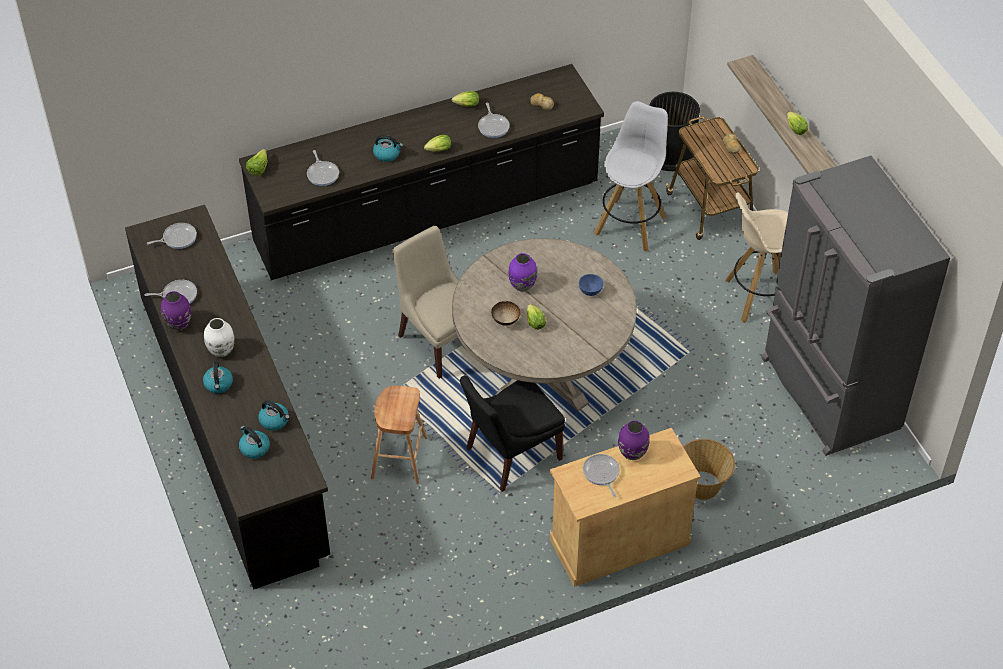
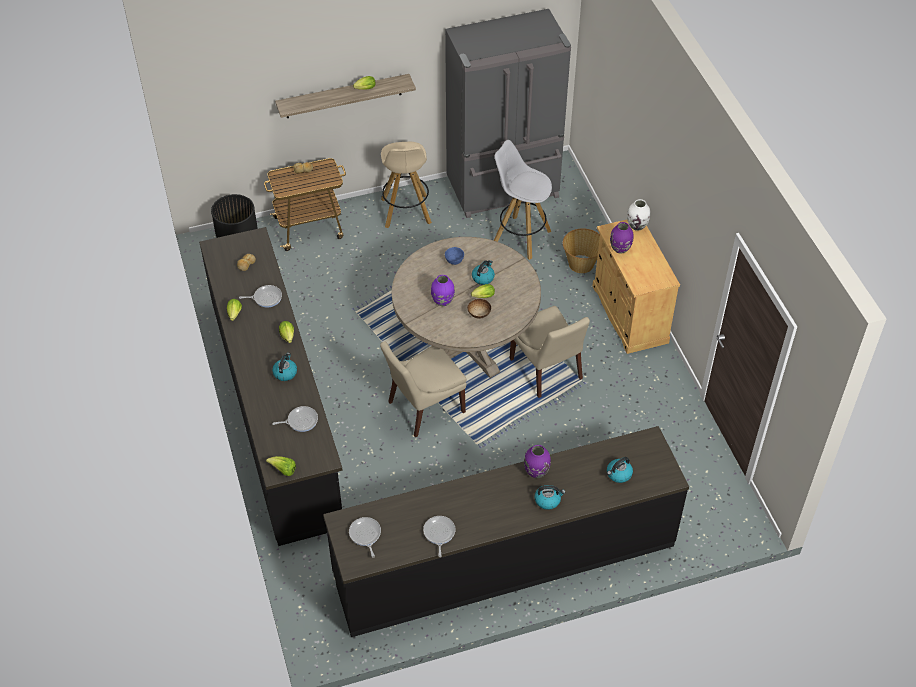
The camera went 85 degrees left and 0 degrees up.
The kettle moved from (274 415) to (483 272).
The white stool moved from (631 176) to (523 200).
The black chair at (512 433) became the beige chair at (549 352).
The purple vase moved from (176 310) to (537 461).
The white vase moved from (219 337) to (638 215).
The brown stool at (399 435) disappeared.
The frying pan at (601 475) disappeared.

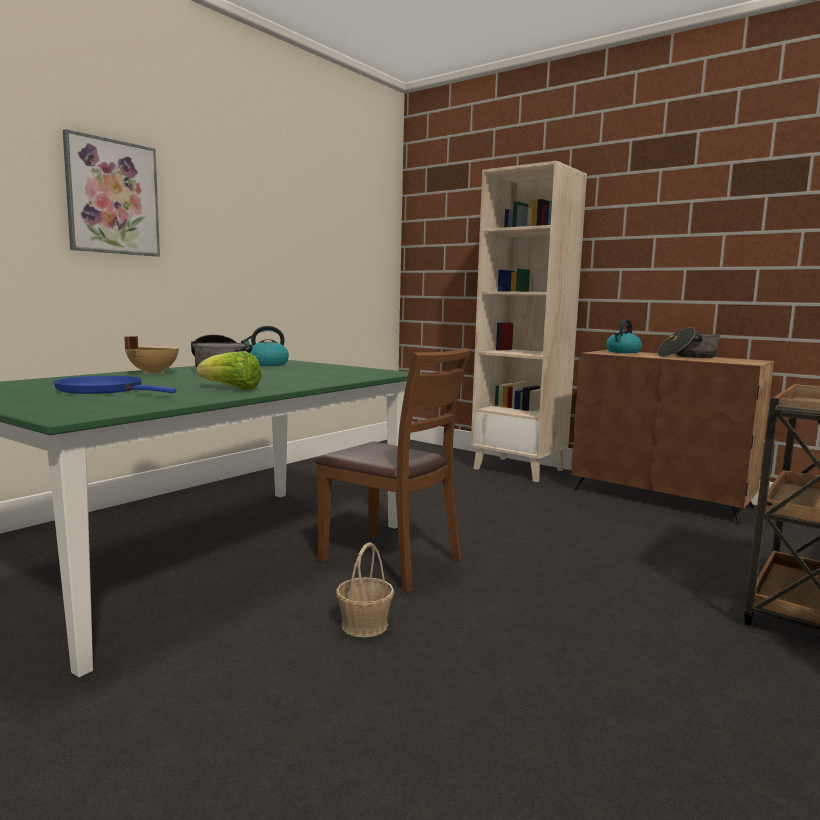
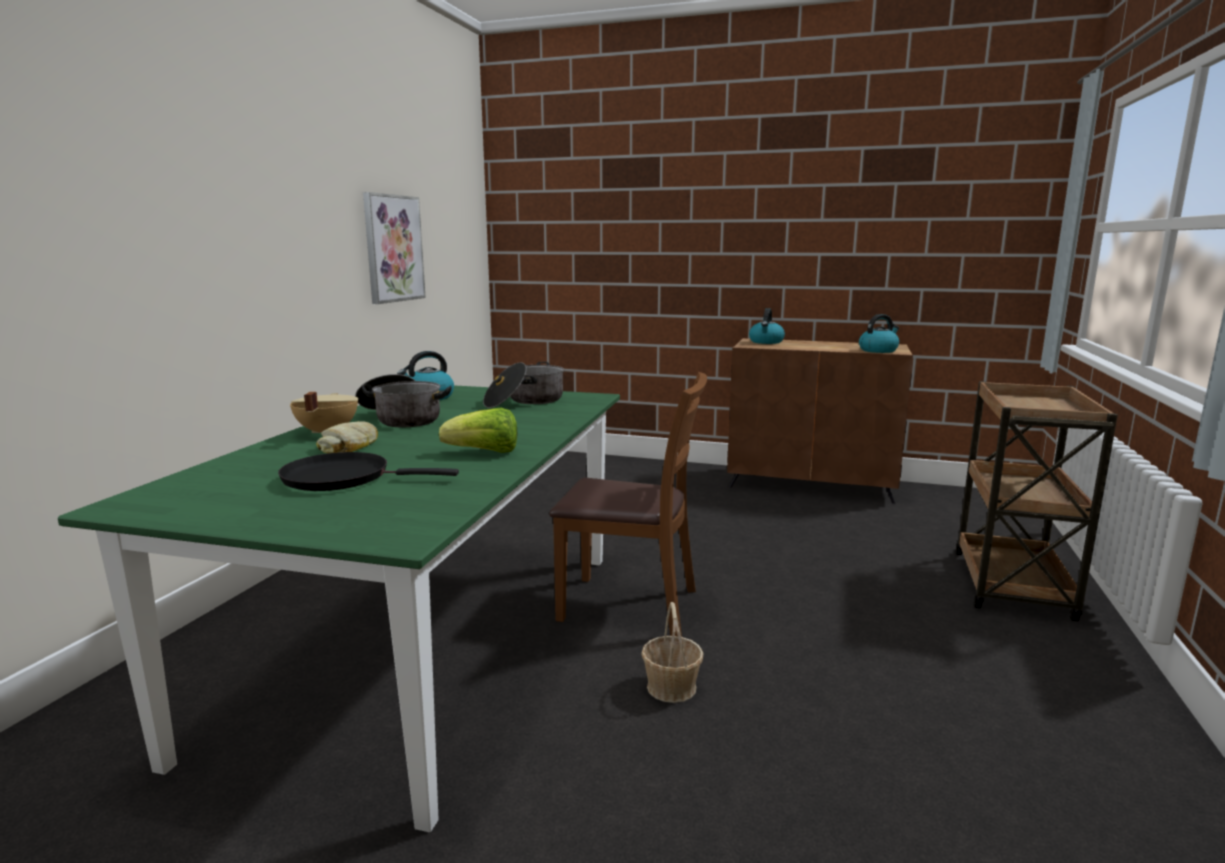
The camera went 20 degrees left and 5 degrees up.
The blue frying pan at (115 385) became the black frying pan at (368 471).
The bread at (347 437) appeared.
The picture moved from (111 193) to (394 248).
The cooking pot moved from (689 342) to (523 385).
The kettle at (879 333) appeared.
The beige bookcase at (529 321) disappeared.

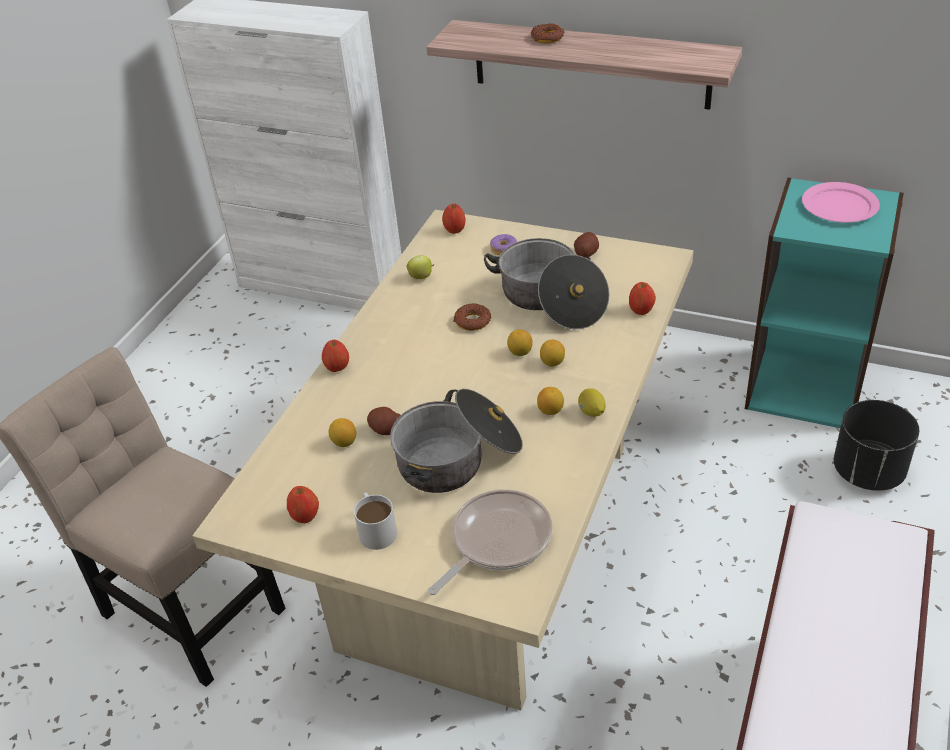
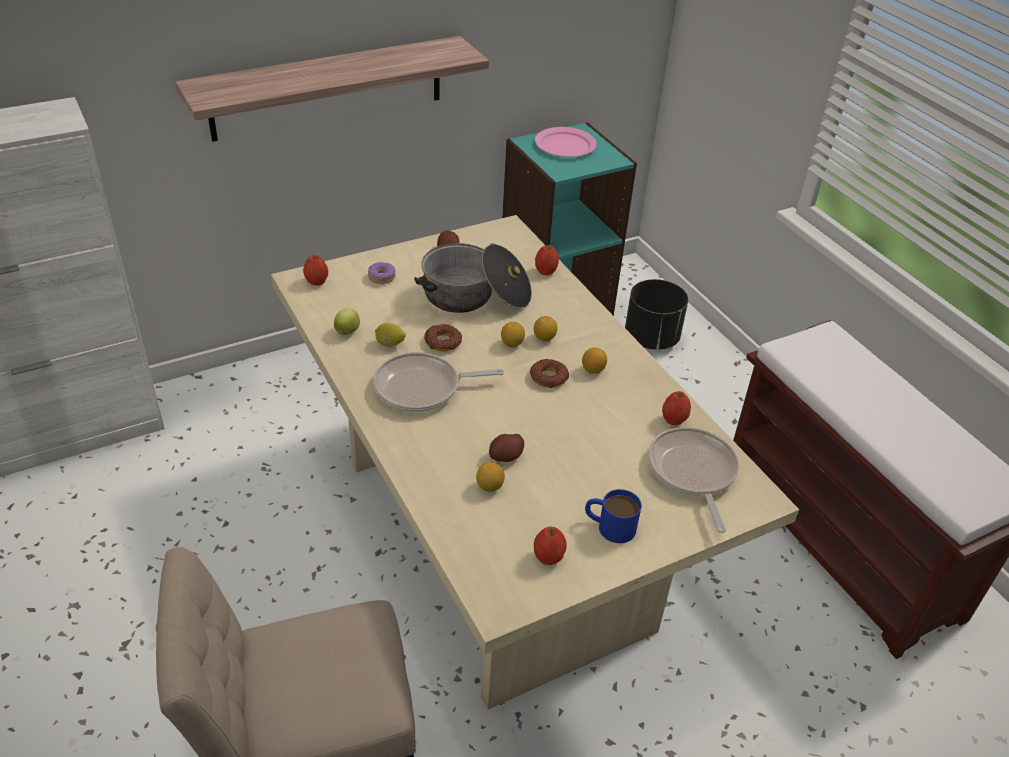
The camera went 55 degrees left and 0 degrees up.
The frying pan at (438 382) appeared.
The lemon moved from (591 402) to (390 335).
The donut moved from (547 33) to (549 373).
The white mug at (375 521) became the blue mug at (613 516).
The apple moved from (335 356) to (676 408).
The cooking pot at (456 441) disappeared.

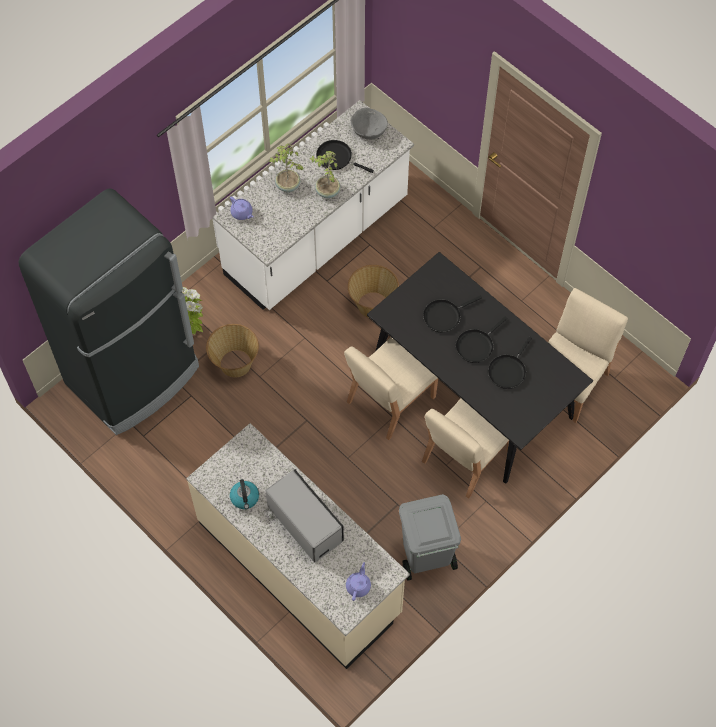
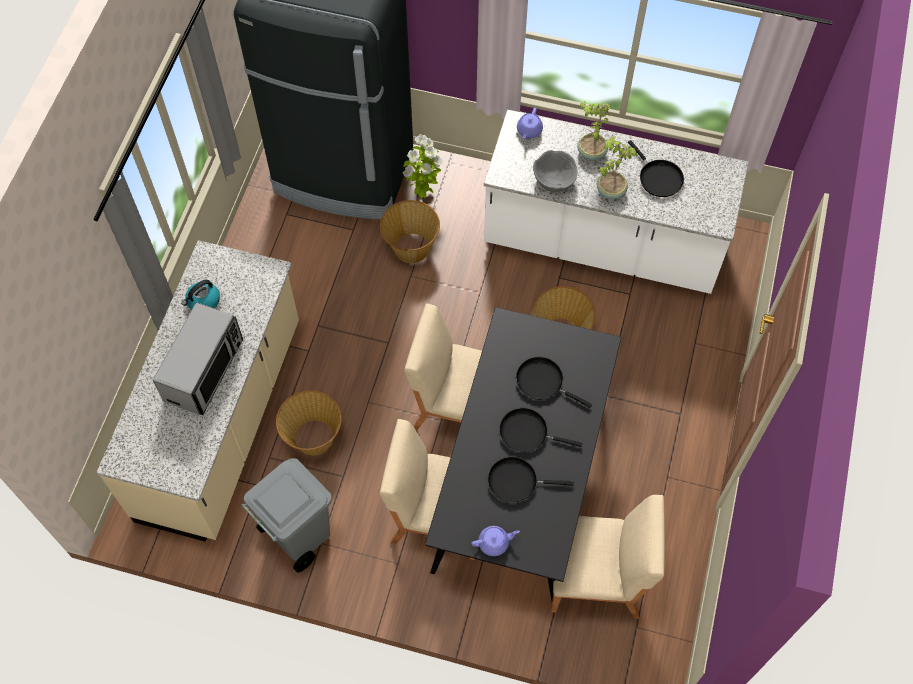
The camera went 60 degrees right and 0 degrees up.
The basket at (309 422) appeared.
The purple teapot moved from (358 581) to (495 541).
The grey bowl moved from (369 124) to (555 171).
The black frying pan at (345 156) turned 150 degrees clockwise.

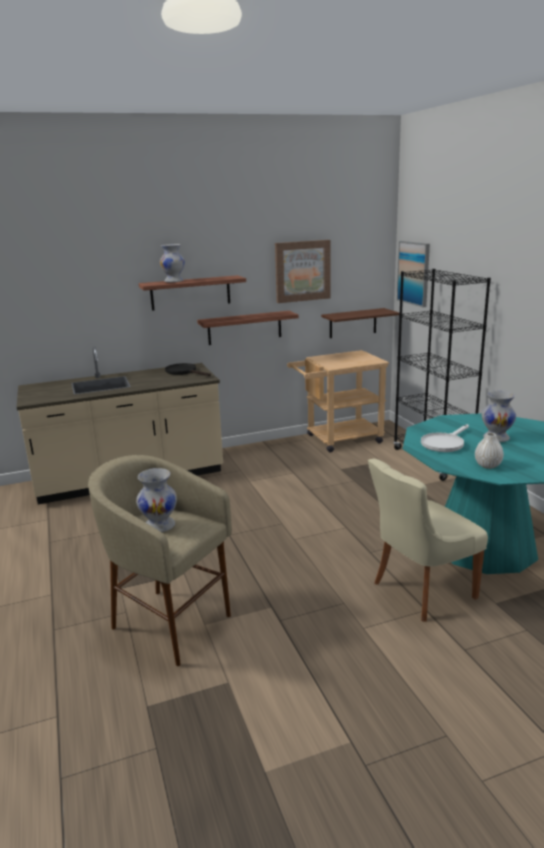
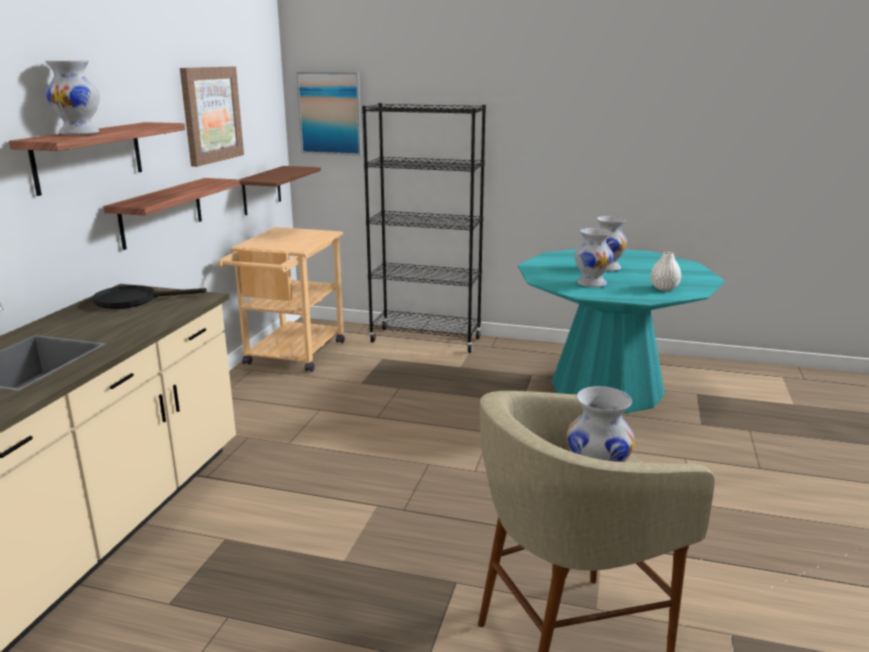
The camera went 55 degrees left and 0 degrees up.
The white frying pan at (445 438) was replaced by the white vase at (594 257).
The beige chair at (428 540) disappeared.

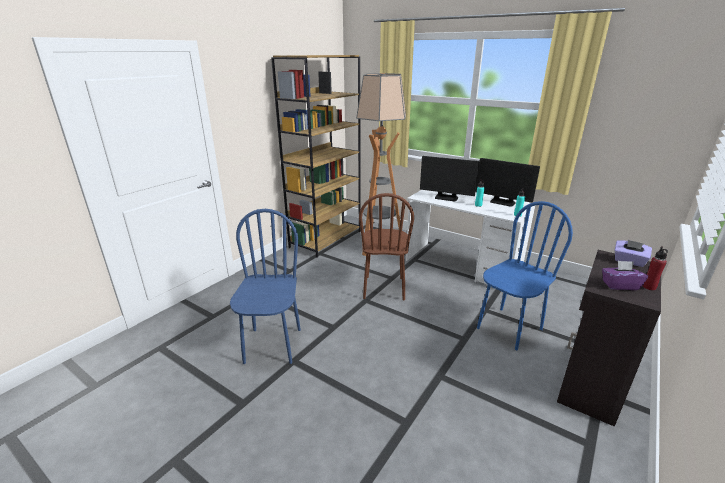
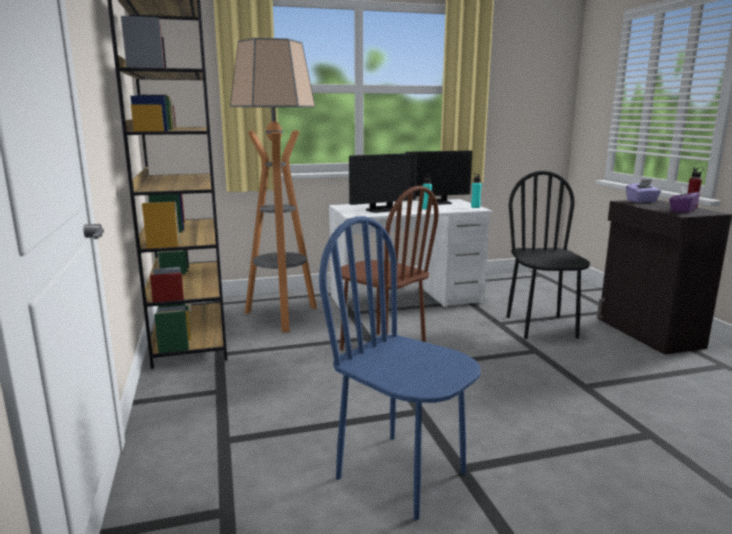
The camera went 50 degrees left and 10 degrees down.
The blue chair at (525 275) became the black chair at (548 255).

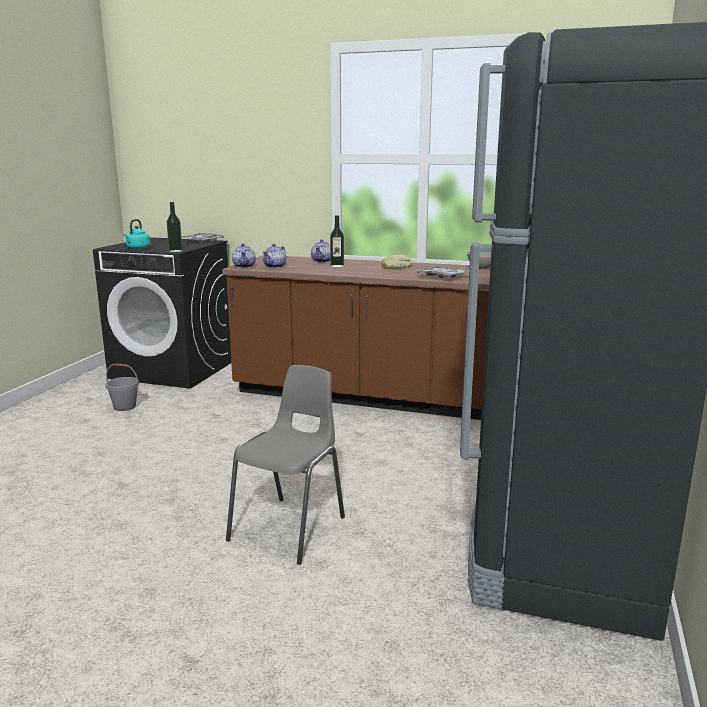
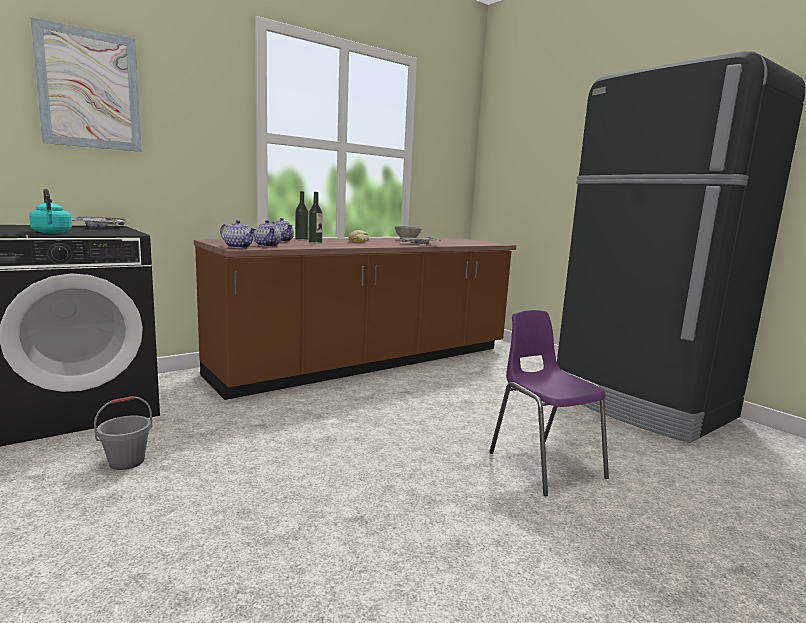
The camera went 55 degrees left and 5 degrees down.
The picture at (86 84) appeared.
The bottle moved from (174 227) to (302 216).
The grey chair at (285 465) became the purple chair at (549 403).

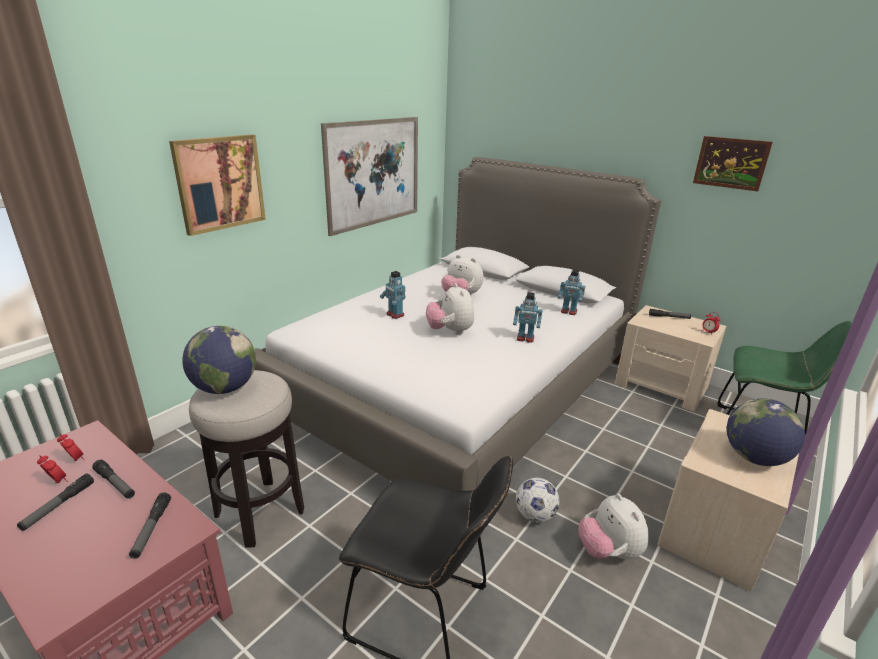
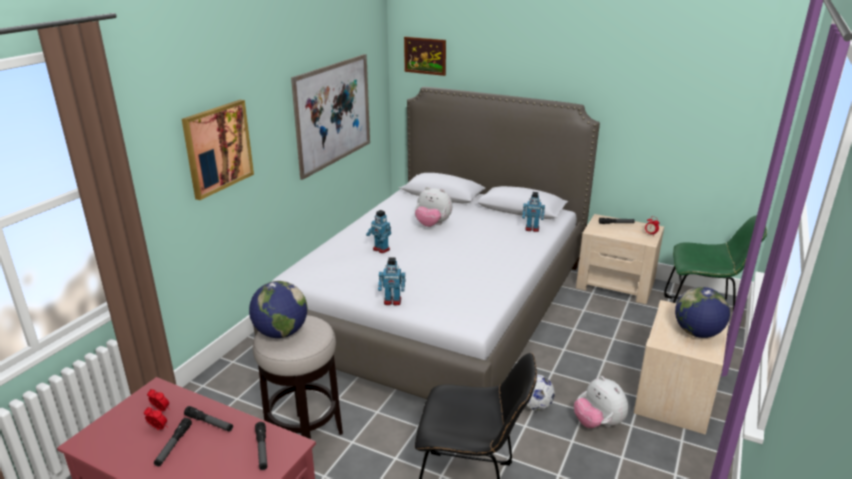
The camera went 10 degrees left and 0 degrees up.
The toy robot moved from (527 317) to (391 281).
The picture moved from (733 163) to (425 56).
The plush toy at (450 309) disappeared.

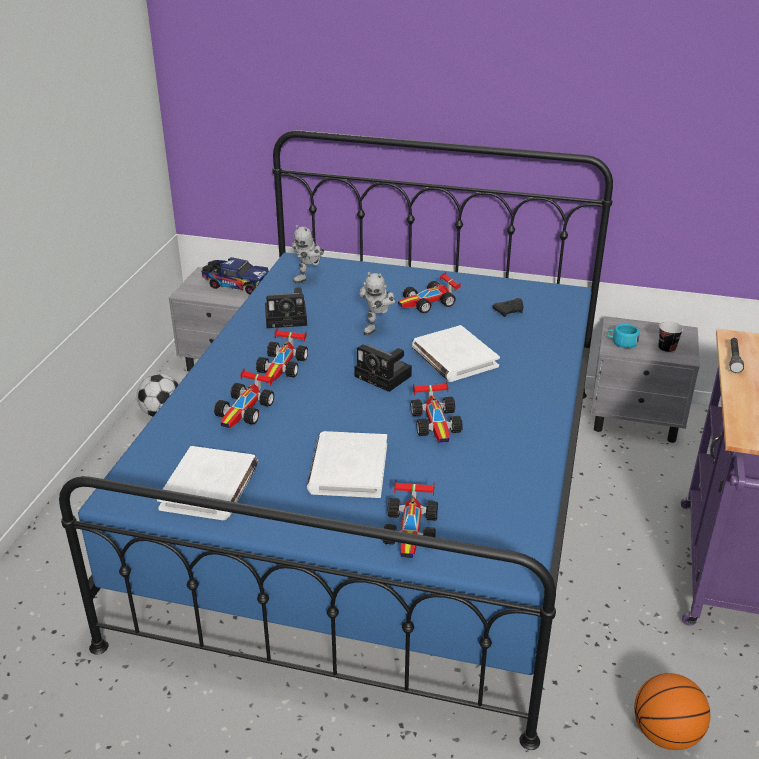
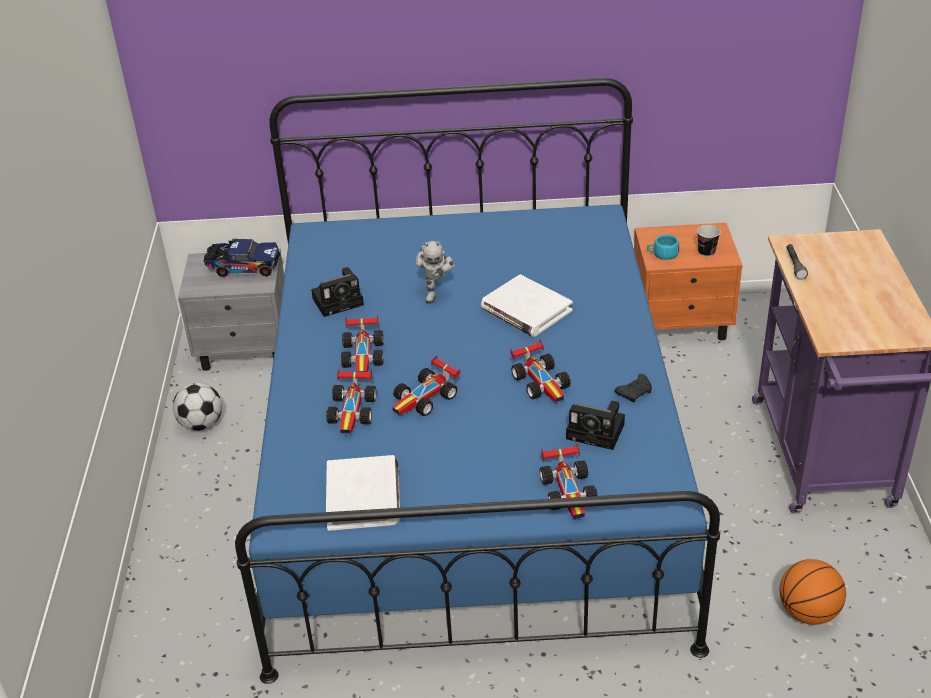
The camera went 15 degrees left and 5 degrees up.
The toy car moved from (429 292) to (426 385).
The photo camera moved from (383 368) to (595 425).
The black game controller moved from (508 307) to (633 388).
The grey nightstand at (645 379) became the orange nightstand at (688 281).
The toy robot at (307 254) disappeared.
The white book at (347 464) disappeared.

